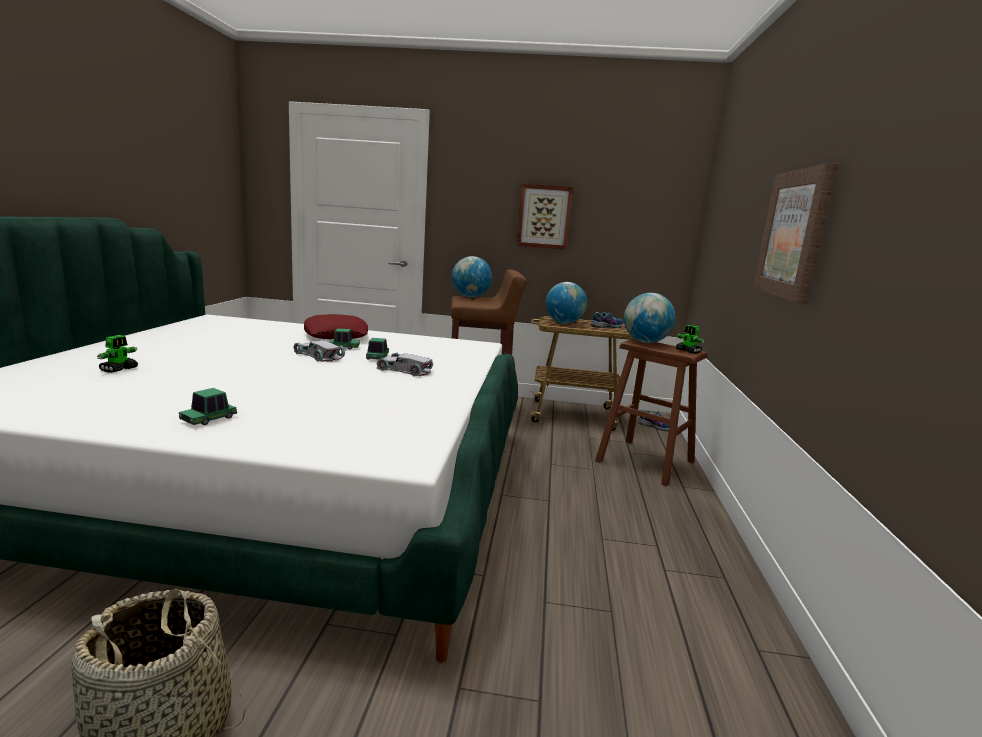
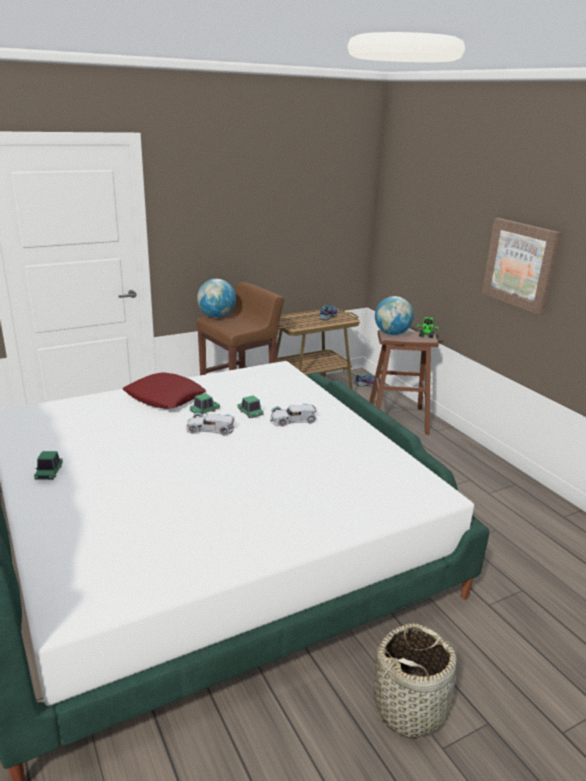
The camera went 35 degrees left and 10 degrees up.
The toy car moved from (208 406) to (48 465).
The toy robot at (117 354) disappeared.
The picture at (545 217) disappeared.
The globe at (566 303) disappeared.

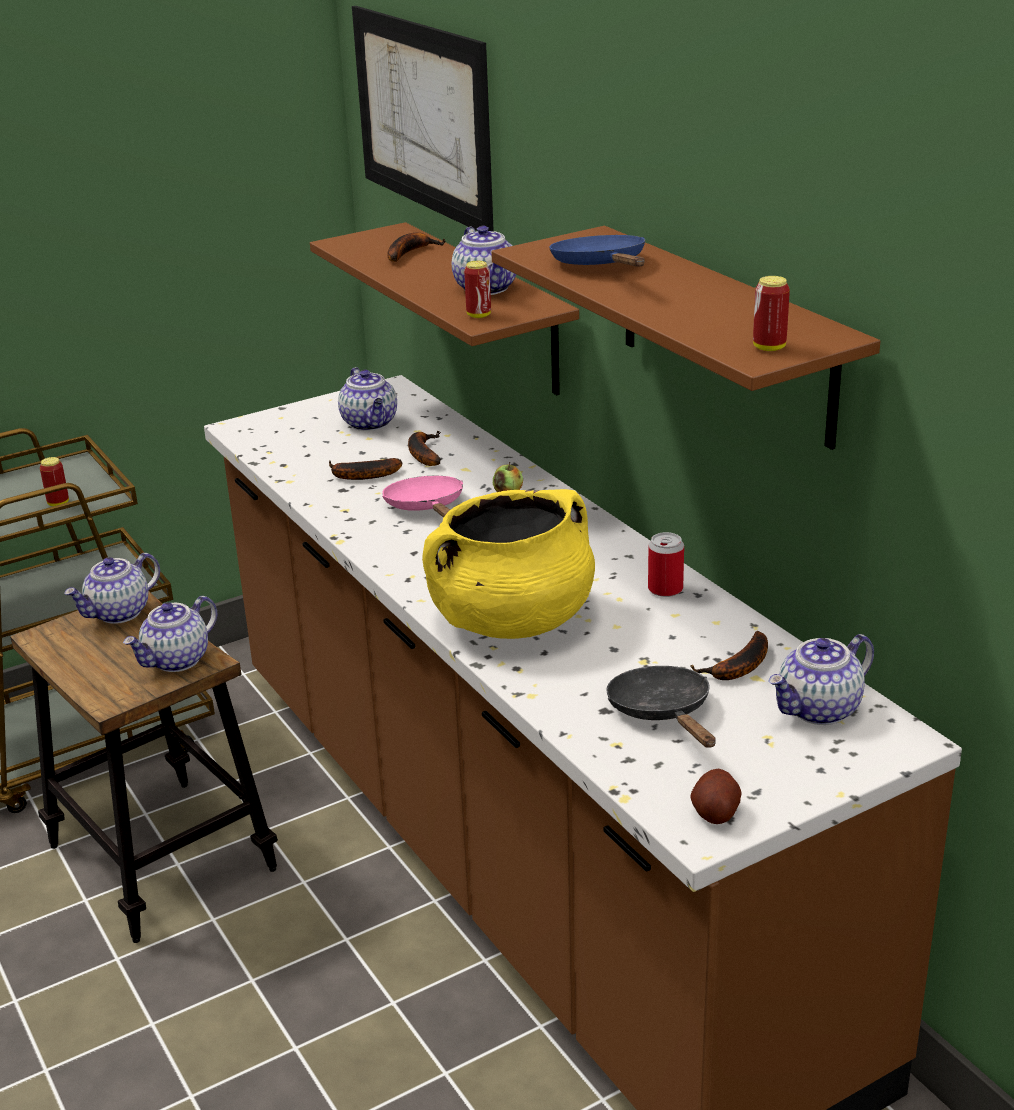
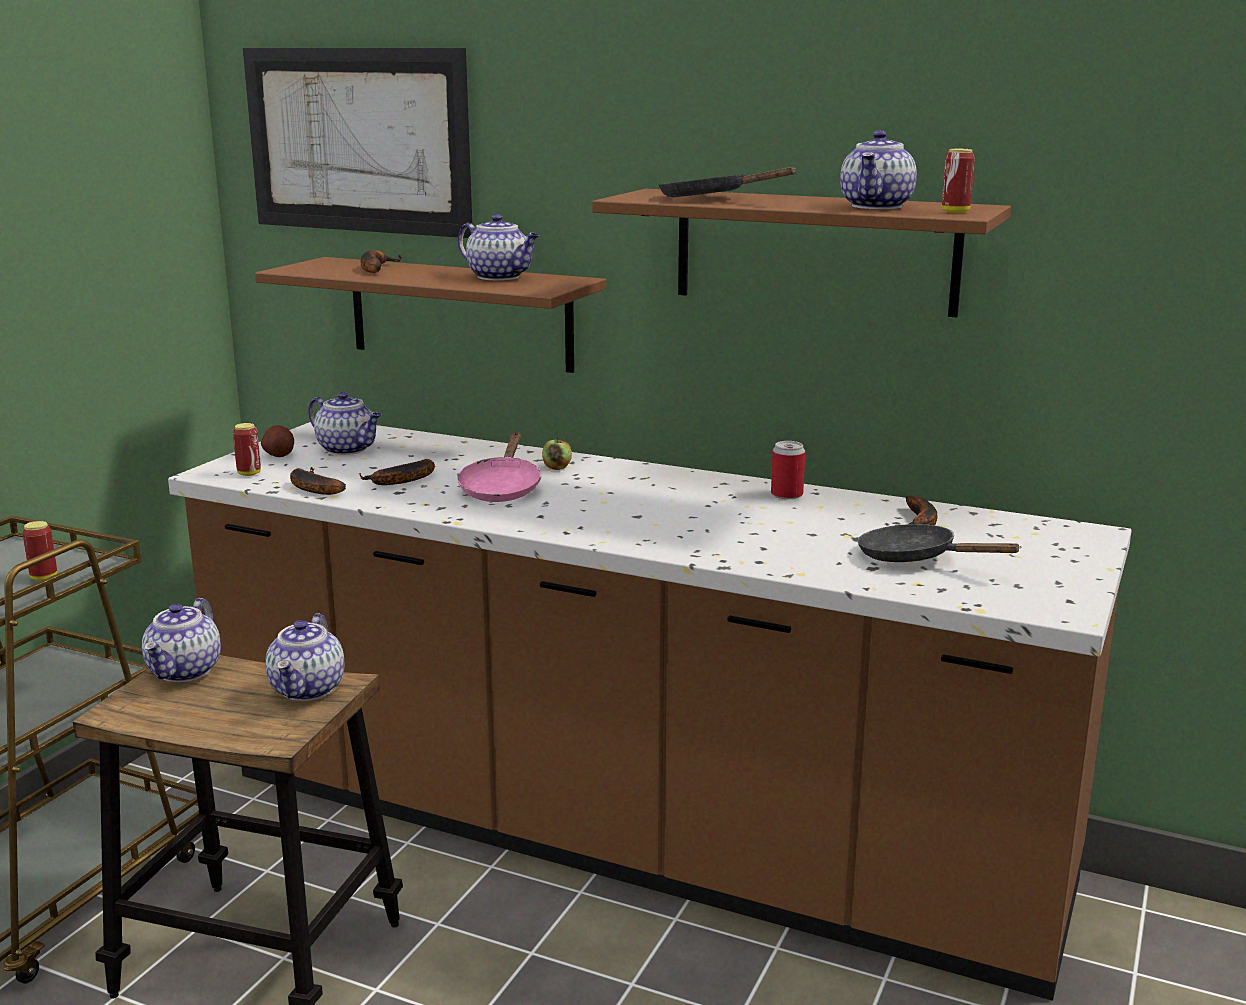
The camera went 35 degrees left and 10 degrees down.
The can moved from (477 289) to (247 449).
The potato moved from (716 796) to (277 441).
The banana moved from (424 448) to (318 481).
The pink frying pan at (422 497) turned 120 degrees counterclockwise.
The blue frying pan at (597 251) became the black frying pan at (728 182).
The teapot moved from (821 679) to (878 169).
The yellow cooking pot at (508 564) disappeared.

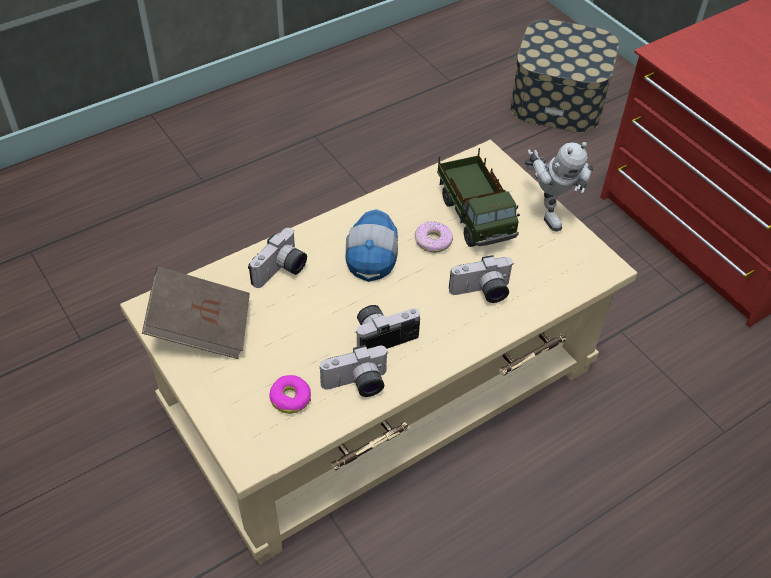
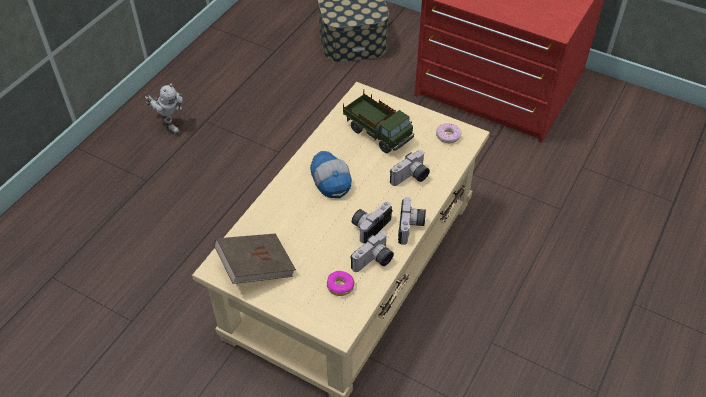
The camera went 25 degrees left and 0 degrees up.
The toy robot moved from (558 187) to (164 108).
The photo camera moved from (277 258) to (412 221).
The donut moved from (434 237) to (448 133).

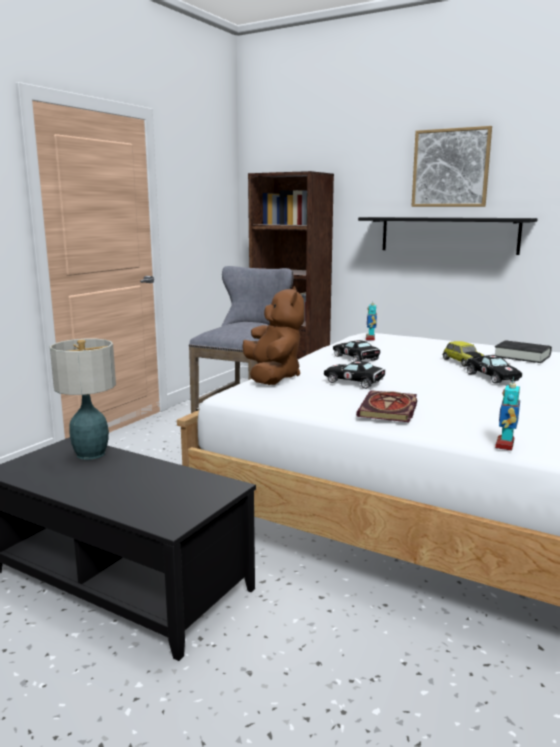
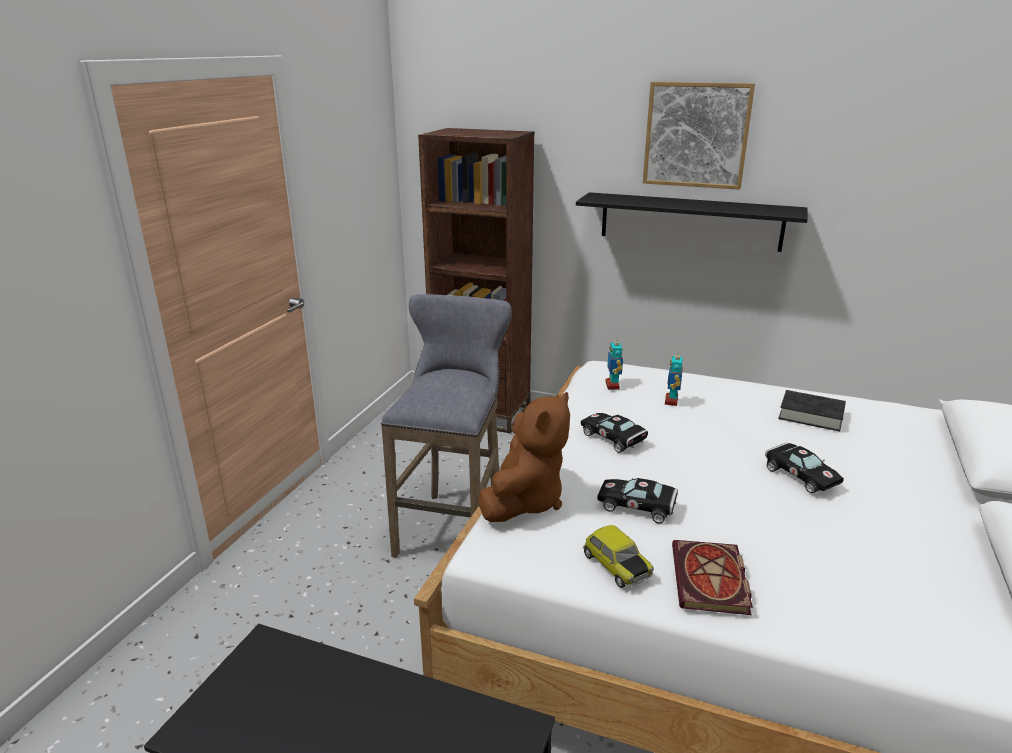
The camera went 10 degrees left and 10 degrees up.
The brown plush toy at (273 335) turned 45 degrees clockwise.
The toy car moved from (463 354) to (618 556).
The toy robot moved from (507 413) to (674 380).
The table lamp at (83 399) disappeared.

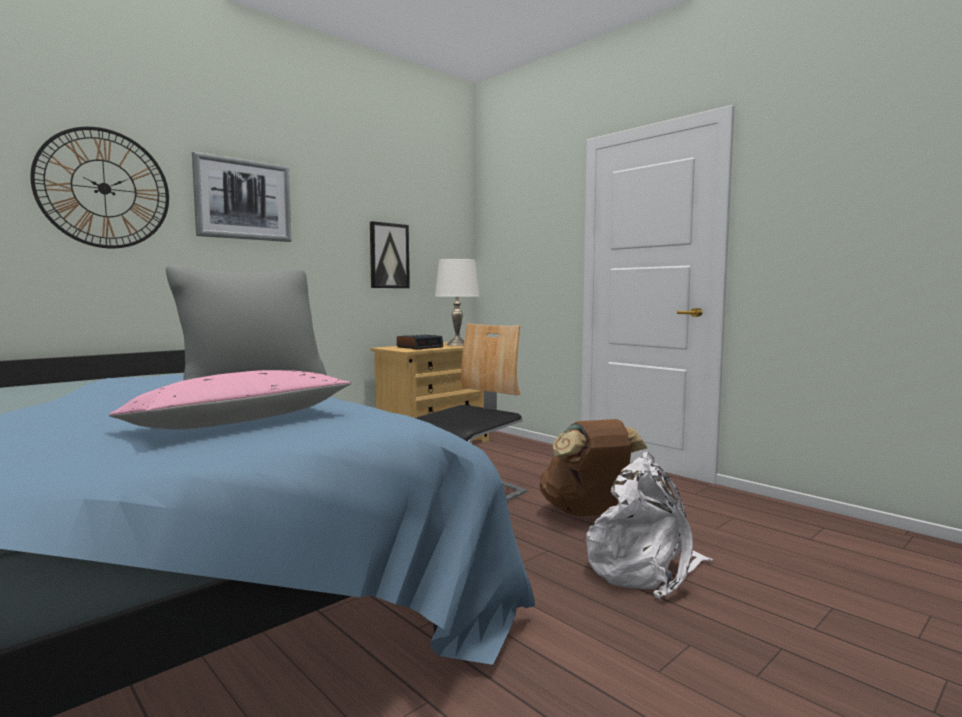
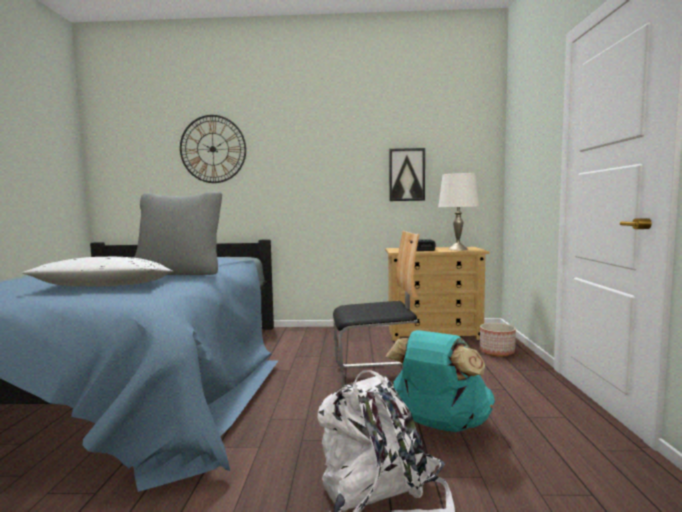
The camera went 45 degrees right and 0 degrees up.
The pink pillow at (230 399) became the white pillow at (98 272).
The brown backpack at (593 467) became the turquoise backpack at (440 381).
The planter at (498 340) appeared.
The picture at (242 197) disappeared.

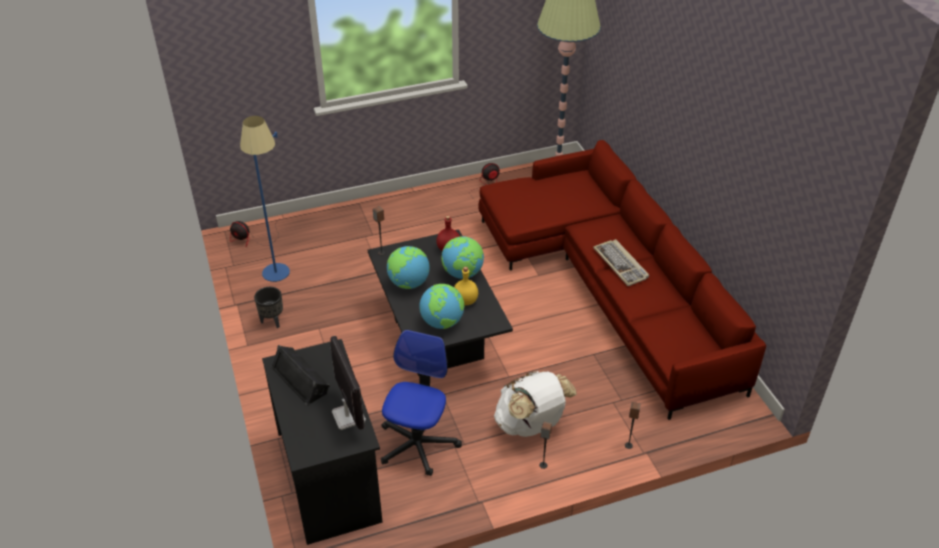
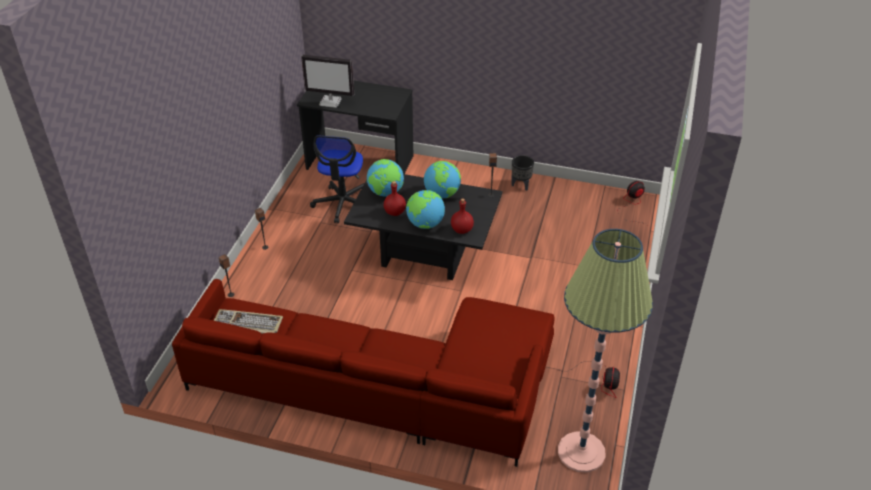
The camera went 125 degrees right and 0 degrees up.
The keyboard moved from (621 262) to (248 321).
The office chair at (421 403) turned 45 degrees clockwise.
The yellow bottle at (466 286) became the red bottle at (395 198).
The blue floor lamp at (265 199) disappeared.
The black speaker at (300 375) disappeared.
The white backpack at (535 404) disappeared.

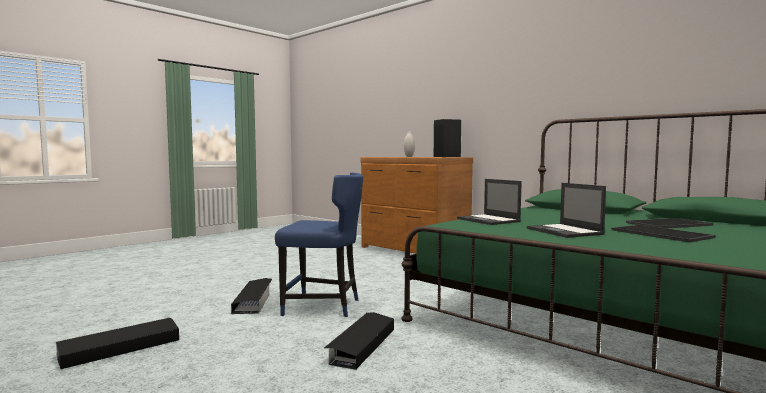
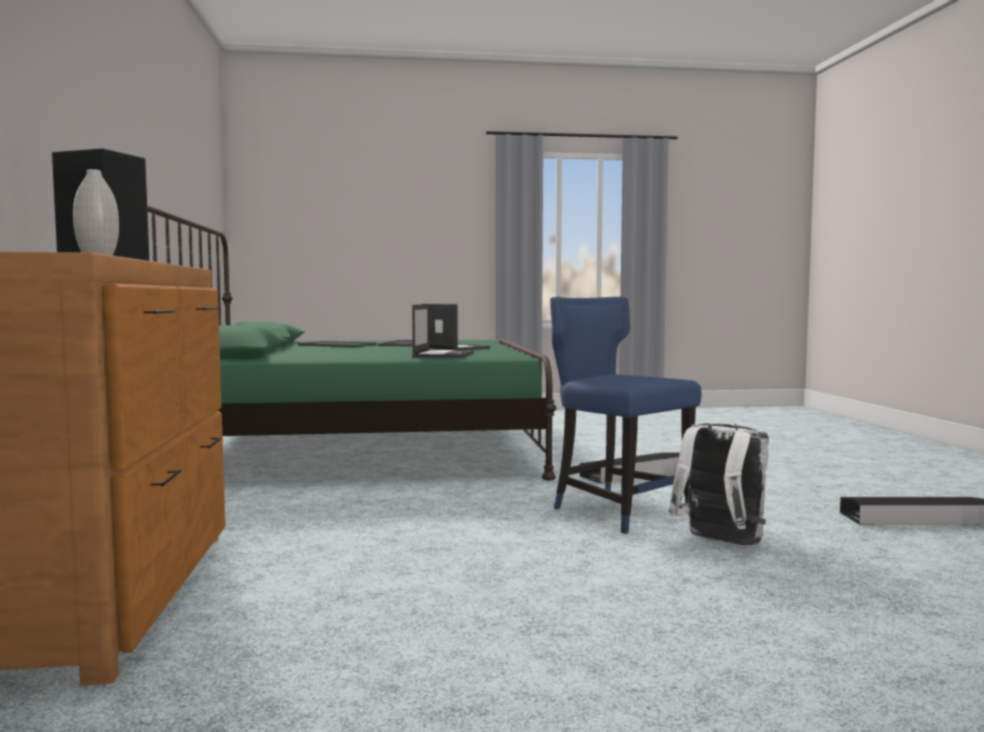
The camera went 140 degrees left and 0 degrees up.
The laptop at (566 210) turned 60 degrees counterclockwise.
The black storage box at (251 296) was replaced by the white backpack at (718 483).

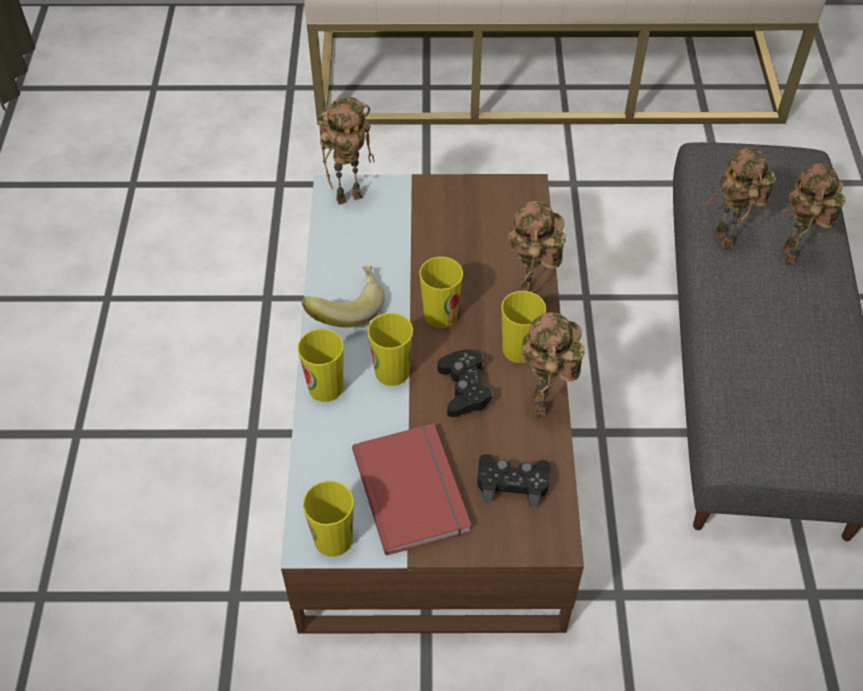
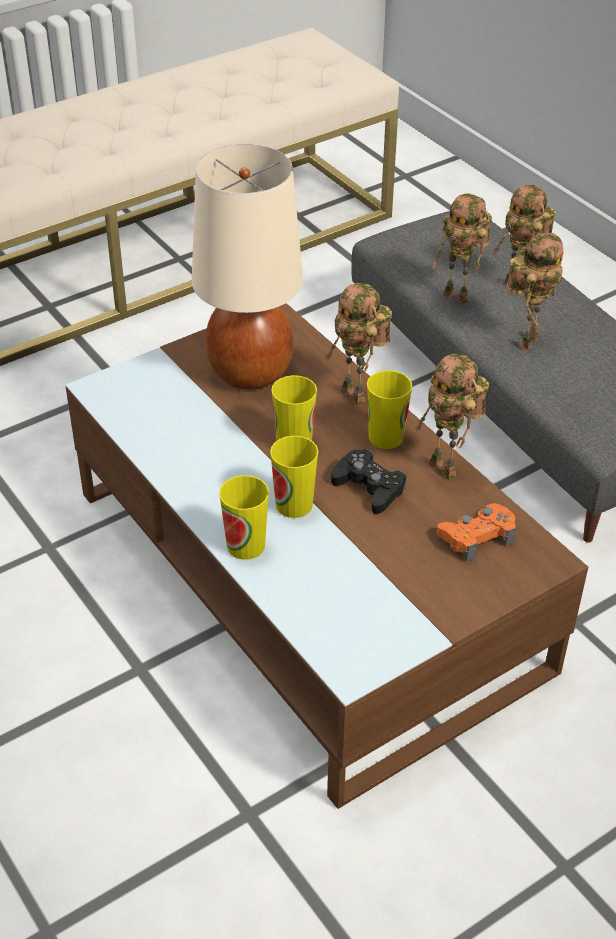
The camera went 35 degrees left and 10 degrees down.
The beige table lamp at (247 267) appeared.
The black game controller at (513 480) became the orange game controller at (476 532).
The toy robot moved from (346 151) to (534 291).
The banana at (343 296) disappeared.
The cup at (328 519) disappeared.
The red book at (412 489) disappeared.

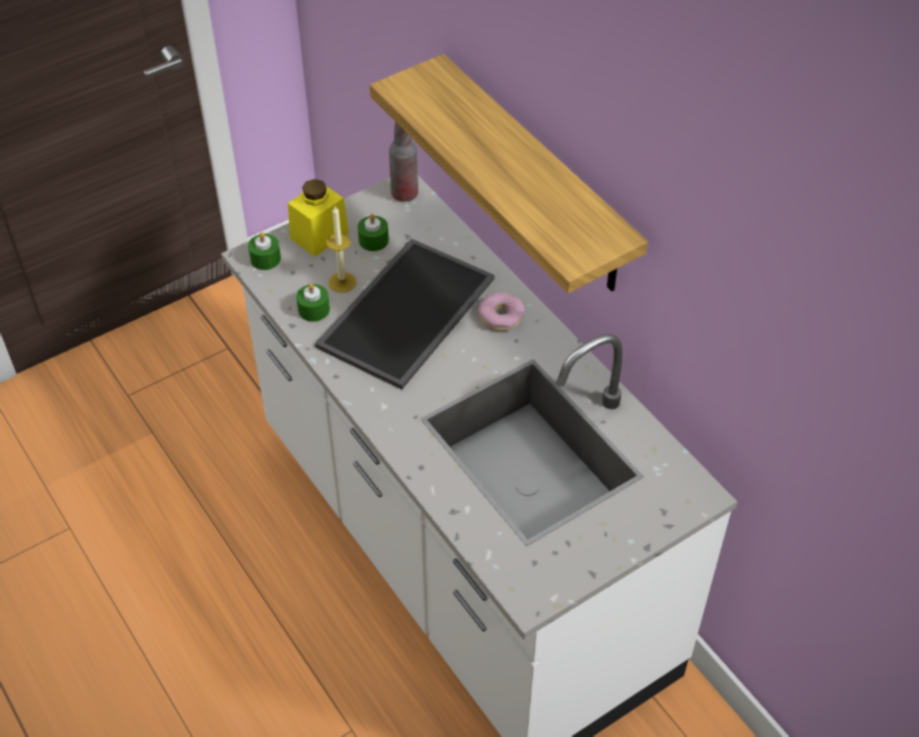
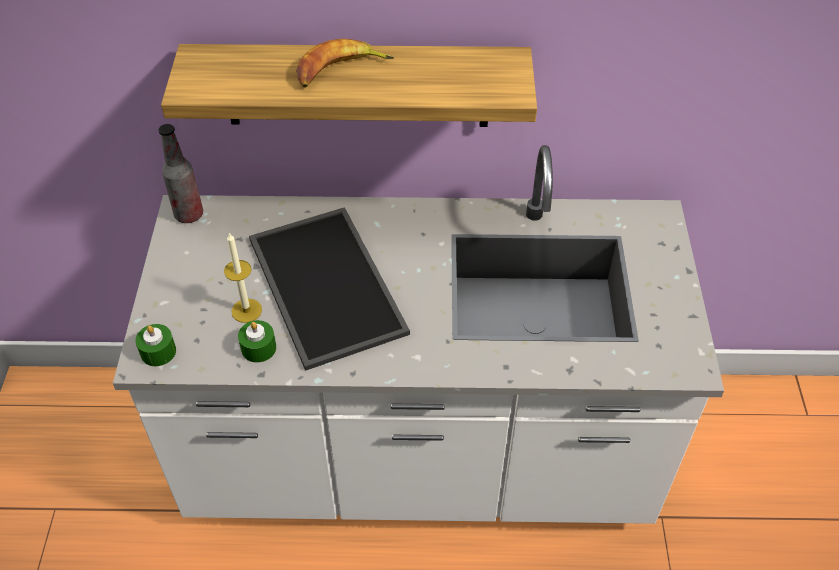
The camera went 55 degrees left and 0 degrees up.
The banana at (345 63) appeared.
The yellow jar at (318 218) disappeared.
The green candle at (373 232) disappeared.
The donut at (501 311) disappeared.

